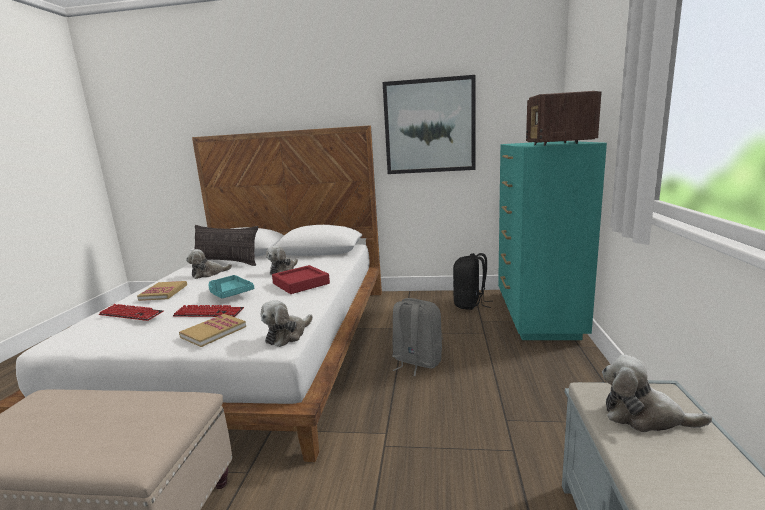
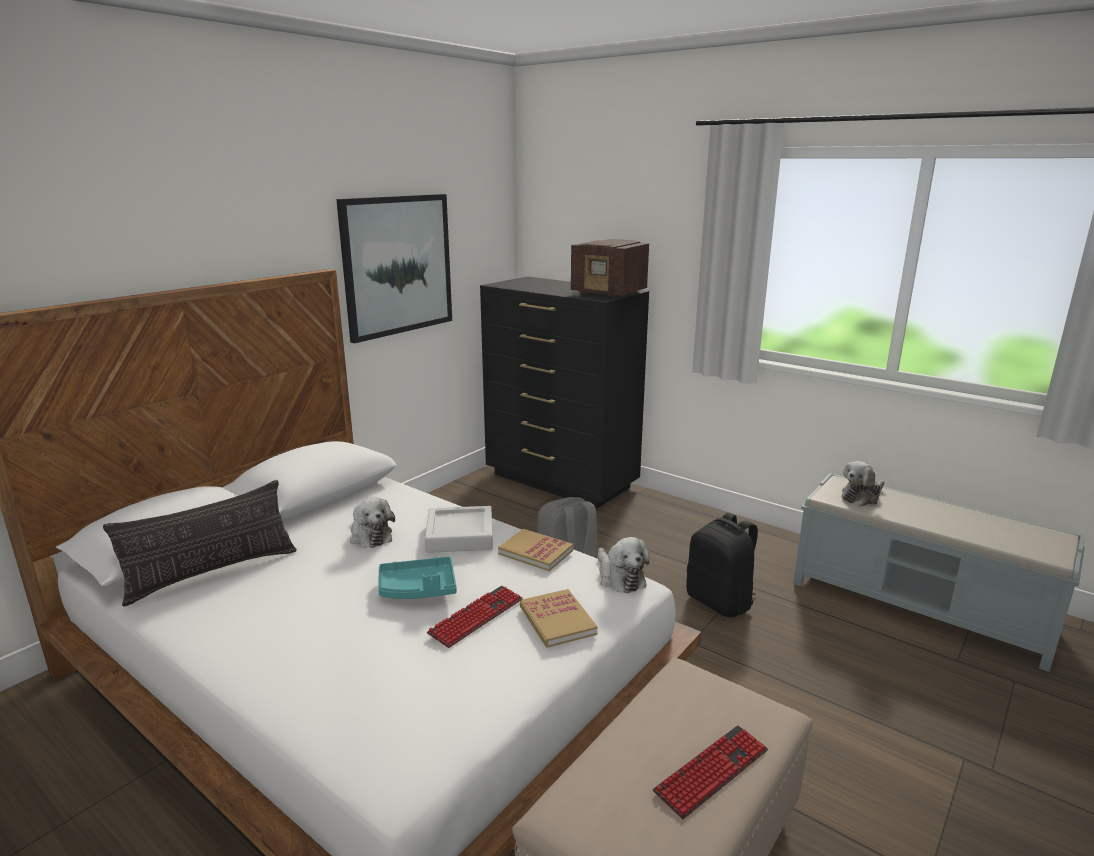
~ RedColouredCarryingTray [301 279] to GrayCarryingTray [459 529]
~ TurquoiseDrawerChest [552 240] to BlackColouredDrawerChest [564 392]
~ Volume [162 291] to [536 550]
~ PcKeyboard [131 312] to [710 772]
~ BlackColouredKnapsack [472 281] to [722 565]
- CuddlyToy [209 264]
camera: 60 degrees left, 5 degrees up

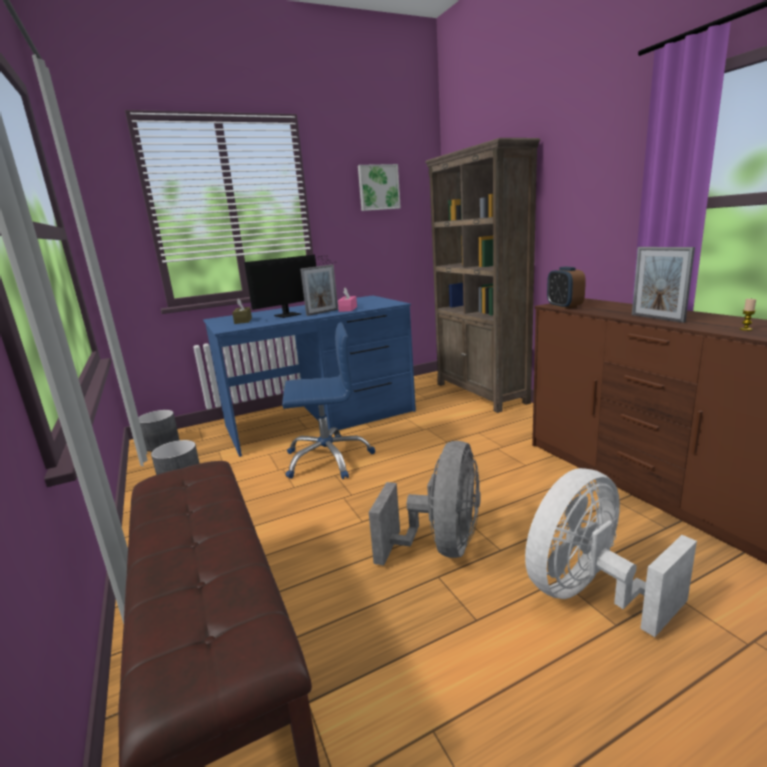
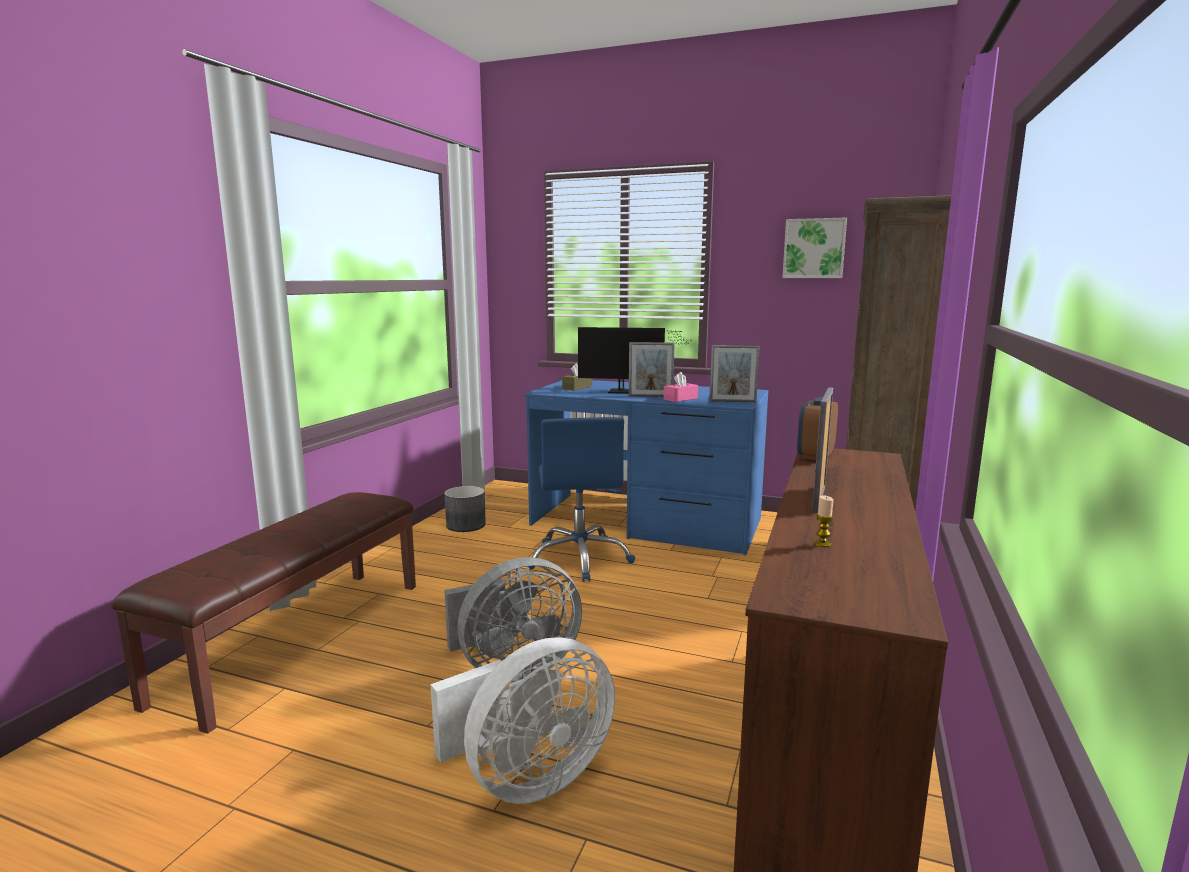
~ WhiteCoolingFan [611 552] = [523 720] 135 degrees clockwise
~ BlueOfficeChair [328 400] = [582 499] 45 degrees clockwise
+ PictureFrame [734 373]
- GrayPlantPot [159 431]
camera: 45 degrees right, 5 degrees down

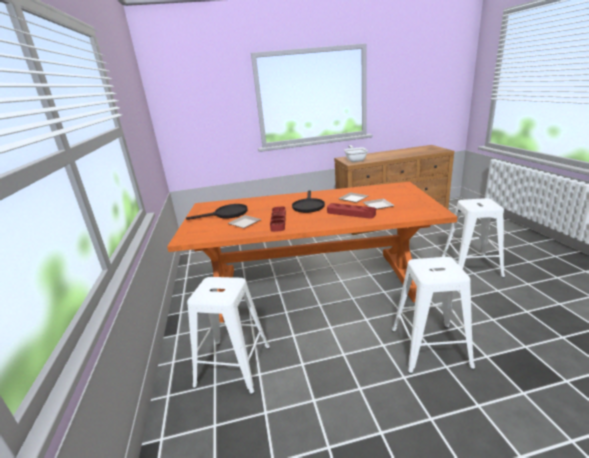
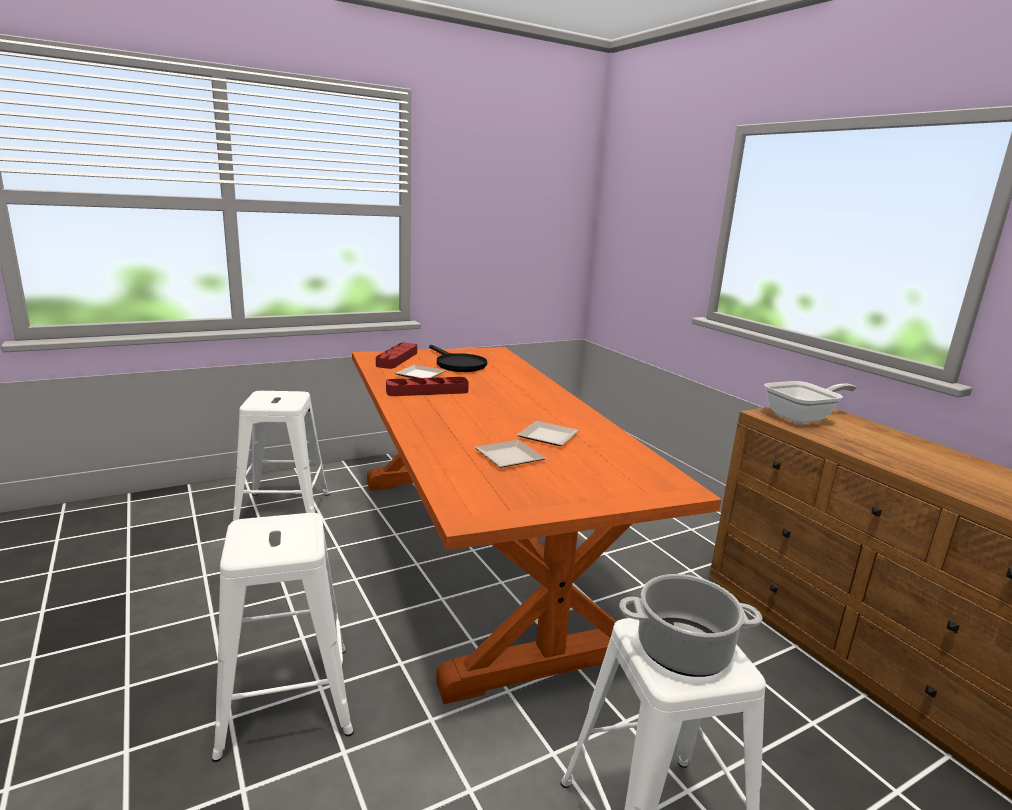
~ RedColouredCarryingTray [351 211] to [396 356]
+ Stockpot [690 625]
- BlackColouredFryingPan [308 201]
camera: 70 degrees right, 5 degrees down

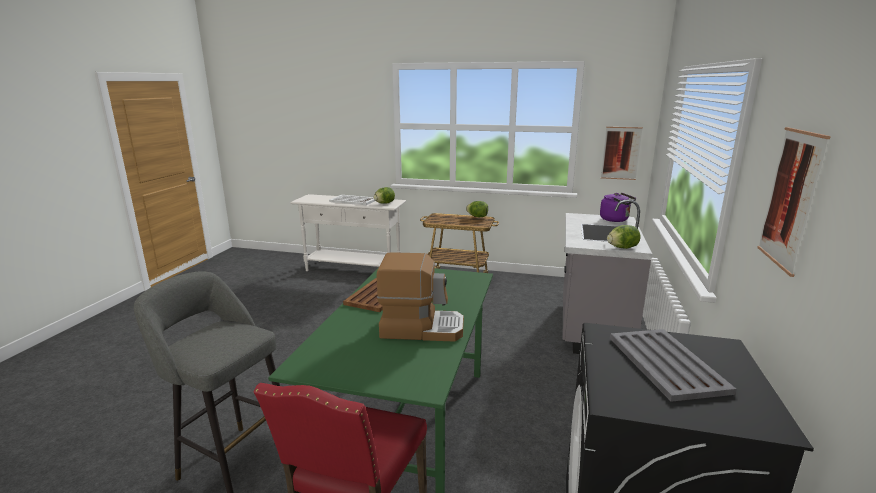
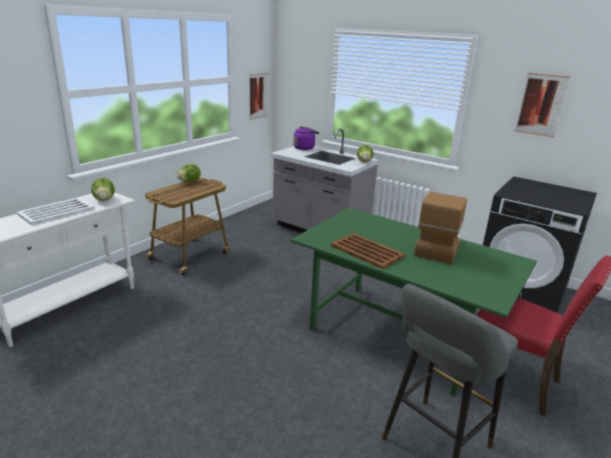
- GrayCarryingTray [673 365]
camera: 70 degrees left, 5 degrees up

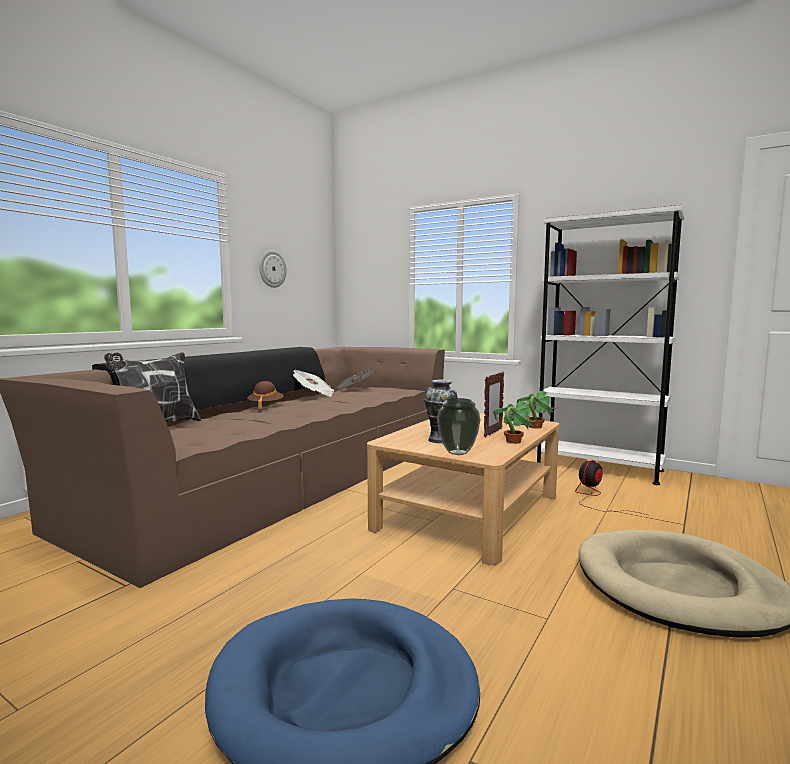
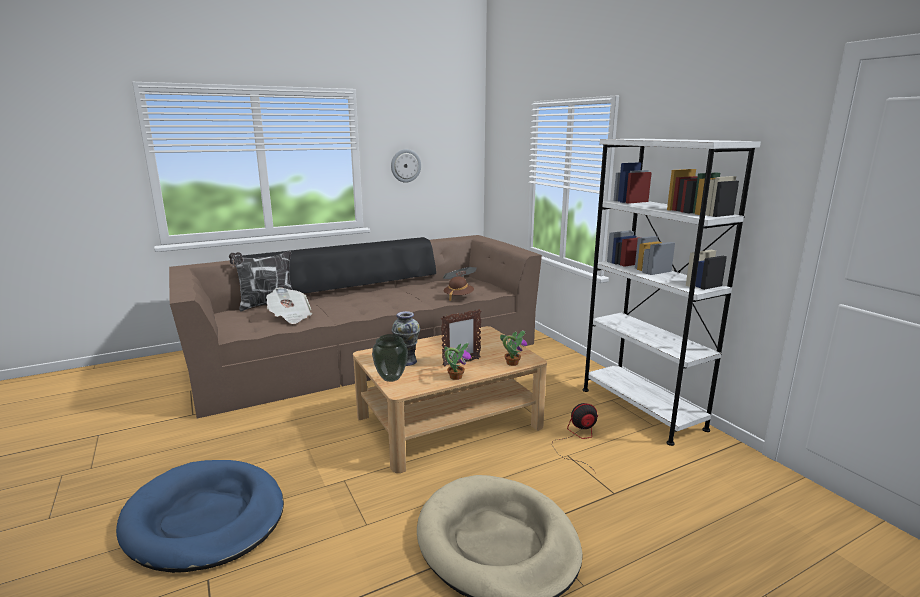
~ PrintedPaper [313 383] to [289 306]
~ BrownishHat [265 395] to [459 288]
camera: 30 degrees right, 10 degrees up

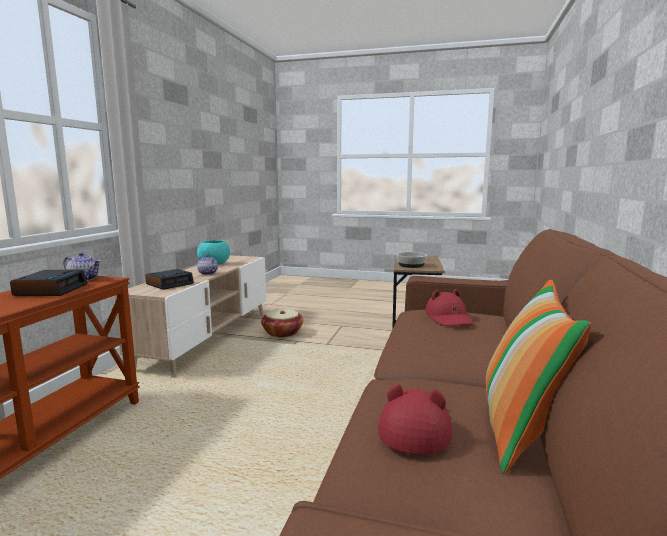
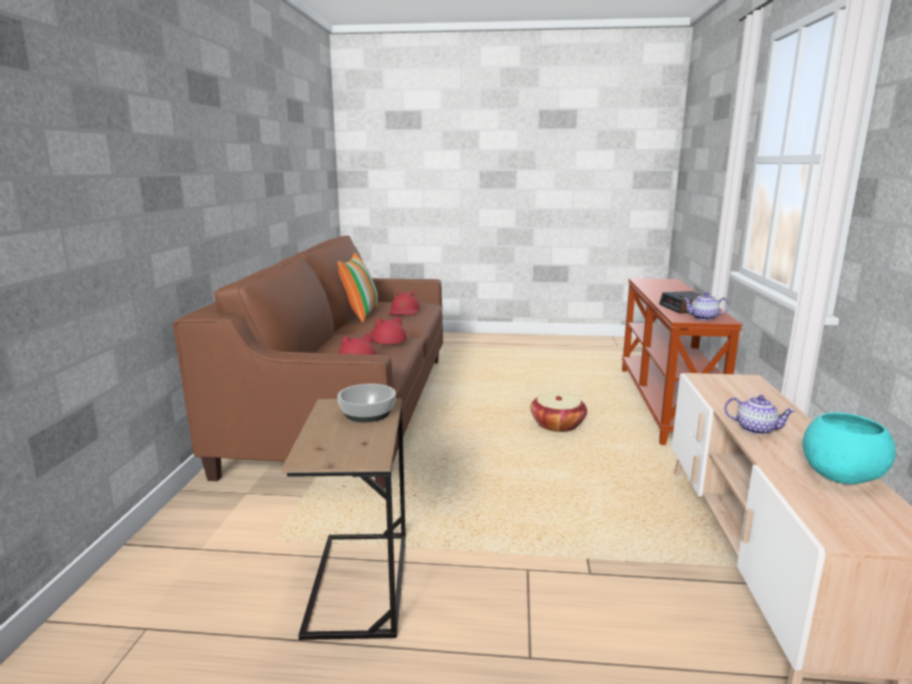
+ RedColouredHat [388 330]
~ Basket [282 323] to [558 412]
- BedsideClock [169 279]
camera: 170 degrees right, 5 degrees up

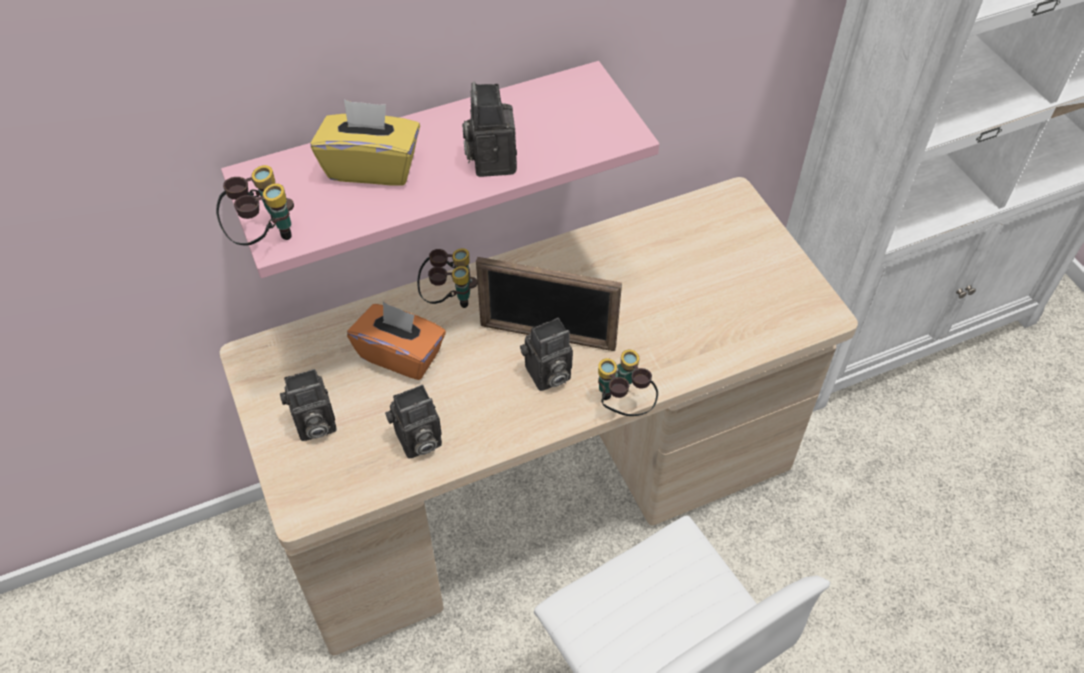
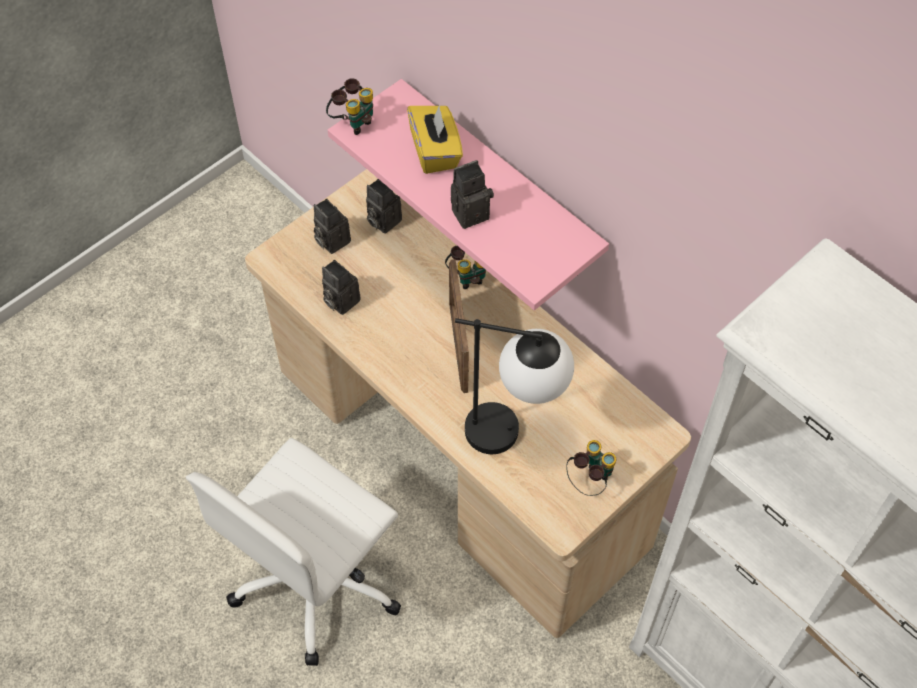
~ StillCamera [546 354] to [384 206]
+ TabletopLamp [514 386]
~ PairOfBinoculars [628 383] to [591 468]
- OrangeyBoxOfTissues [396 340]
camera: 70 degrees right, 5 degrees up

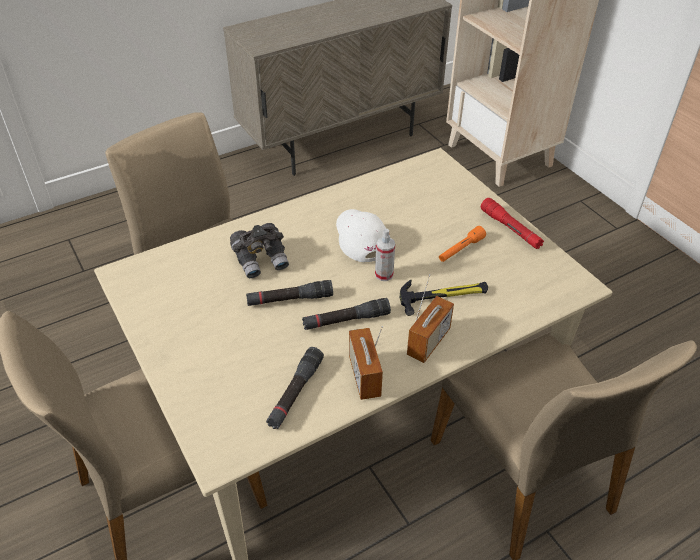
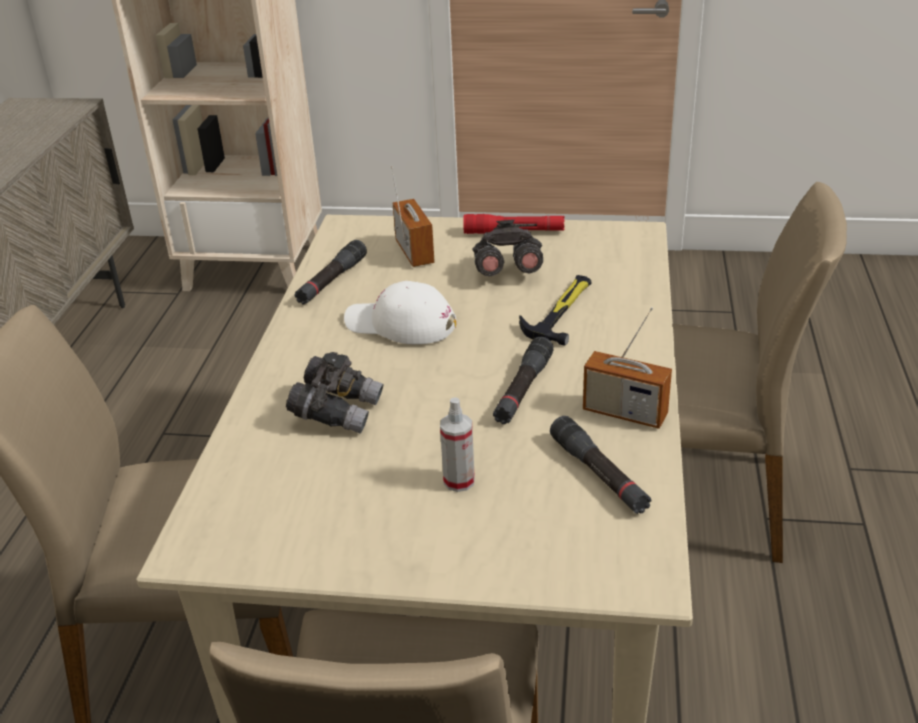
~ BlackColouredTorch [289 293] to [331 272]
~ RadioSet [430 318] to [413 216]
~ Sprayer [385 255] to [457 444]
~ OrangeyTorch [462 244] to GrayPairOfBinoculars [507 248]
camera: 50 degrees left, 10 degrees down

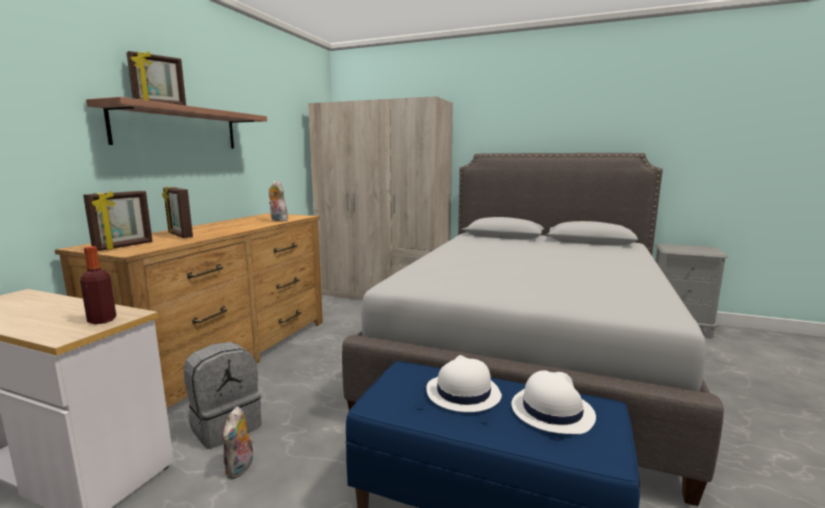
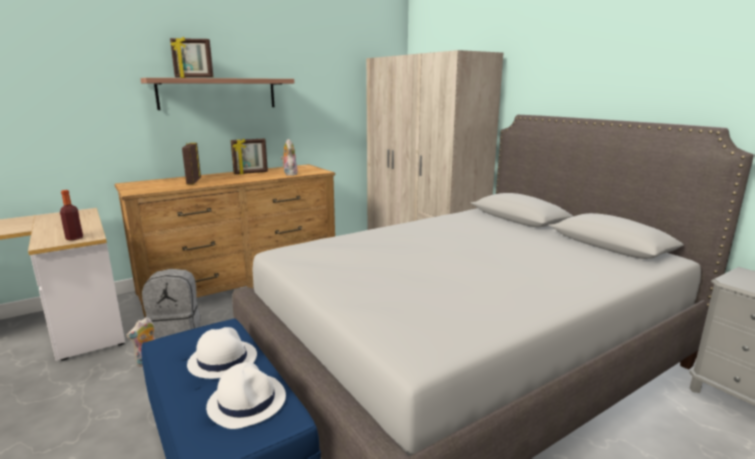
~ PictureFrame [118 221] to [249 156]
camera: 35 degrees right, 5 degrees up

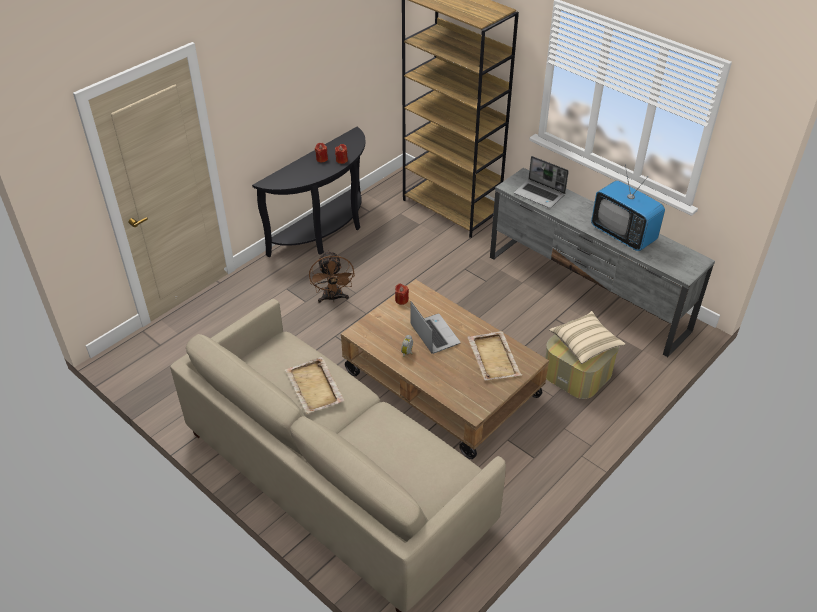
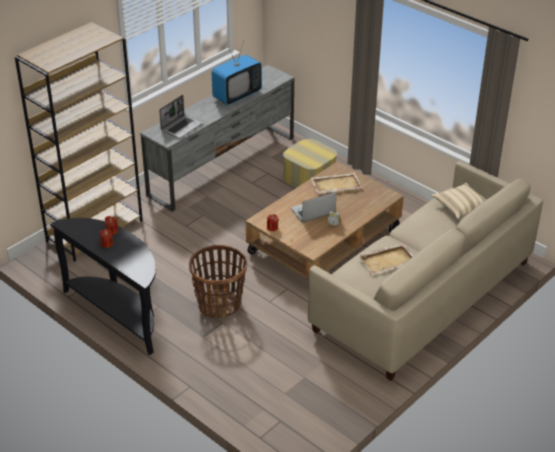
~ BrownishCoolingFan [332 276] to Basket [218 281]
~ BeigeColouredCushion [587 337] to [458 201]
camera: 90 degrees left, 5 degrees down

